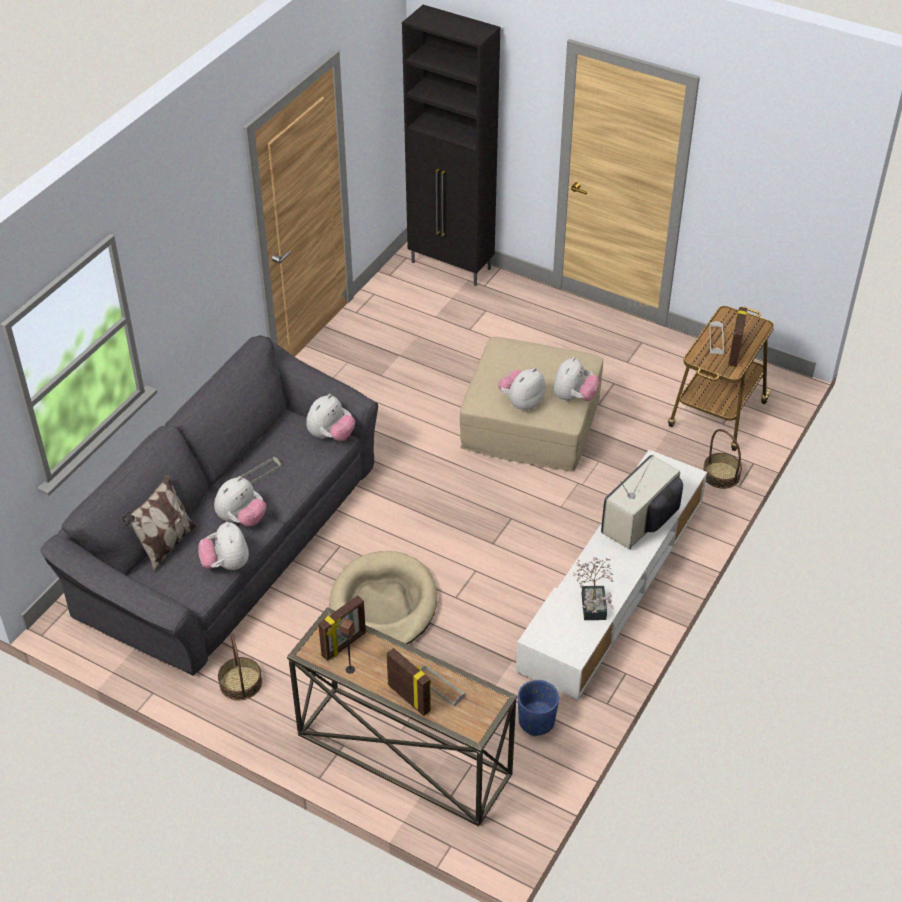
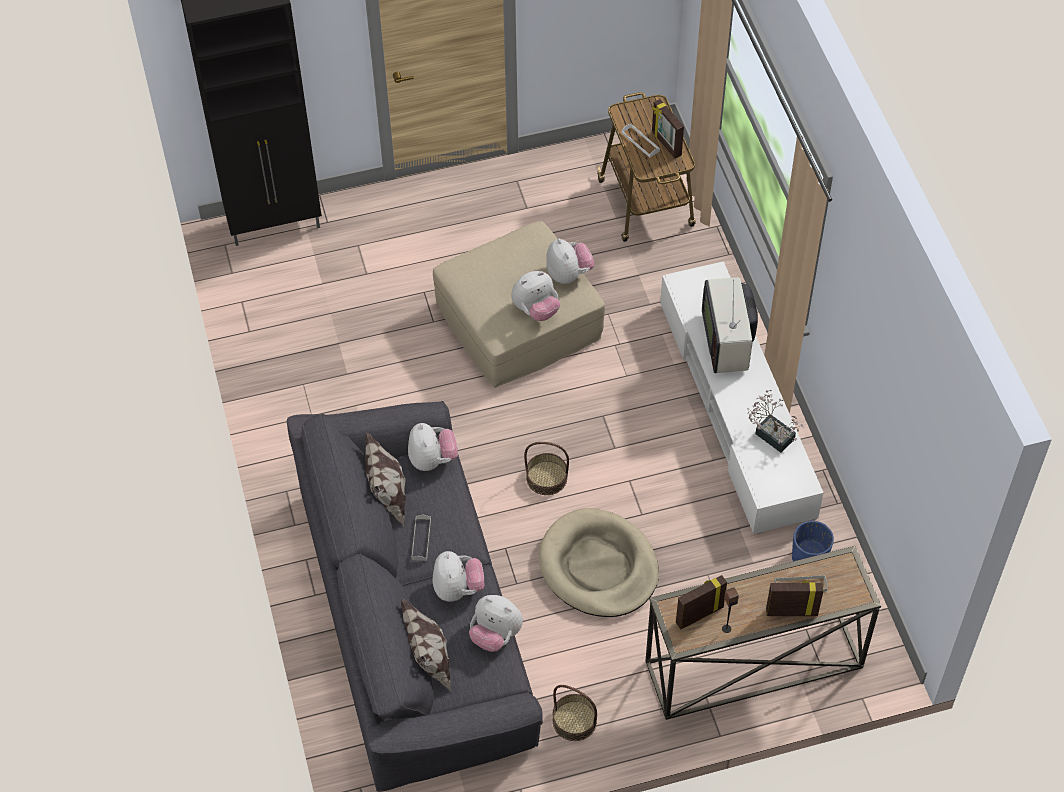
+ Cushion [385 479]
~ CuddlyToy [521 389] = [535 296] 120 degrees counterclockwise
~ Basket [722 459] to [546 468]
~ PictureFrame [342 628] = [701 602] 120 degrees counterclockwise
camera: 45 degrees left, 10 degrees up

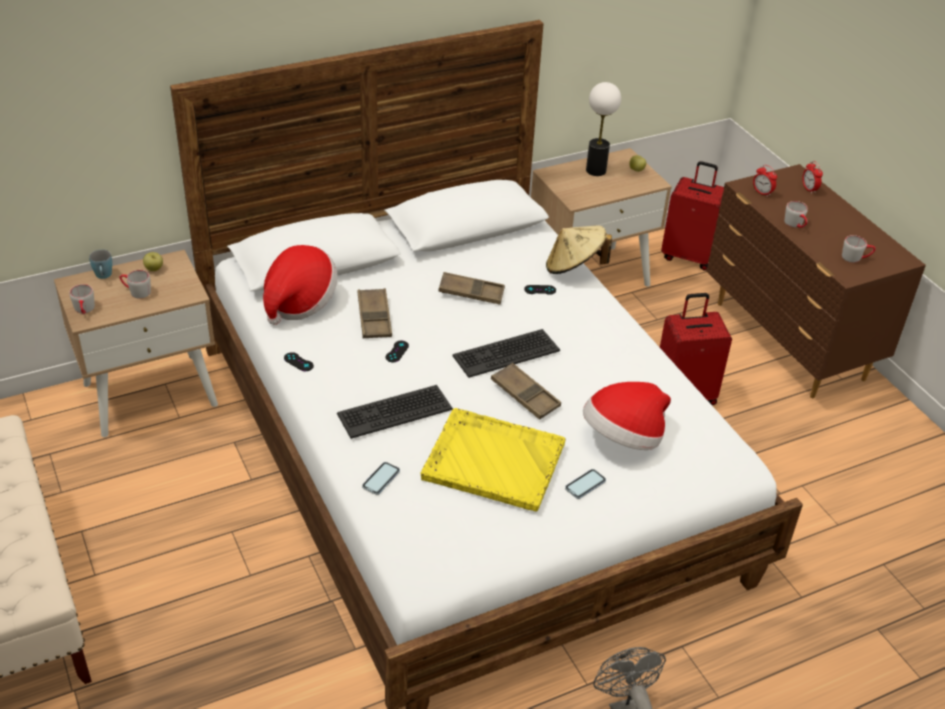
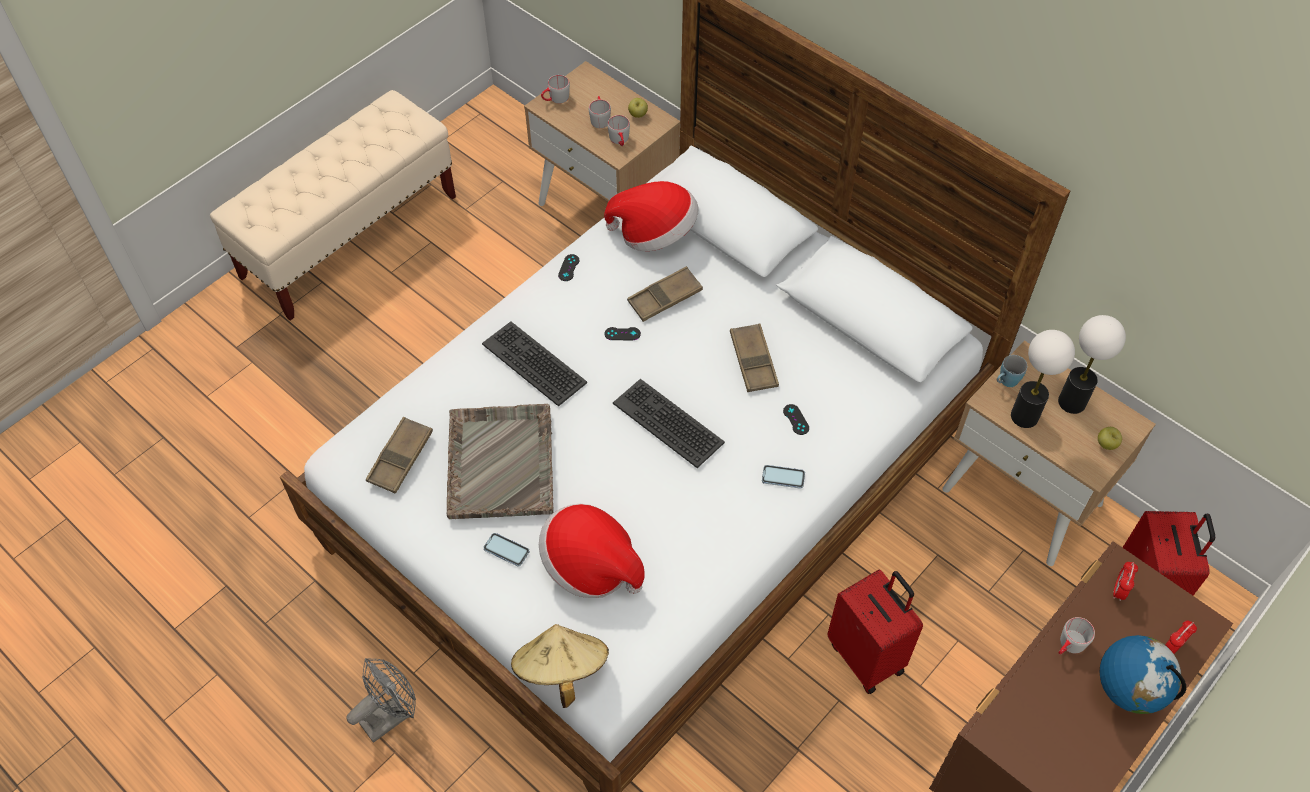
~ BrownishCarryingTray [526 391] to [399 455]
~ YellowColouredCarryingTray [493 459] to GrayCarryingTray [500 461]
~ BeigeColouredHat [579 249] to [560 666]
~ GrayCoffeeMug [859 249] to [618 130]
~ Handset [381 478] to [783 477]
~ BlueCoffeeMug [100 264] to [1012 371]
+ TabletopLamp [1043 379]
+ DeskGlobe [1143 674]
camera: 70 degrees right, 15 degrees up

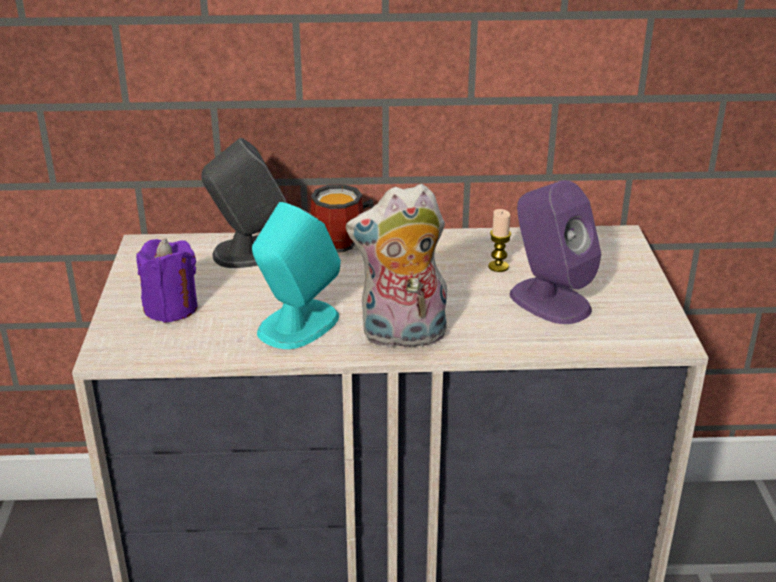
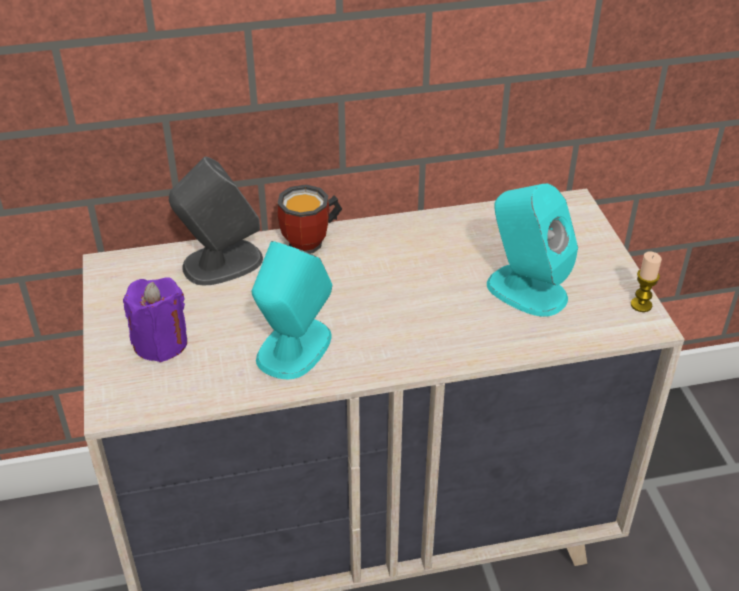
~ PurplishLoudspeaker [555 252] to TurquoiseLoudspeaker [532 250]
~ WaxCandle [499 240] to [646 281]
- CuddlyToy [396 266]
camera: 10 degrees left, 10 degrees up

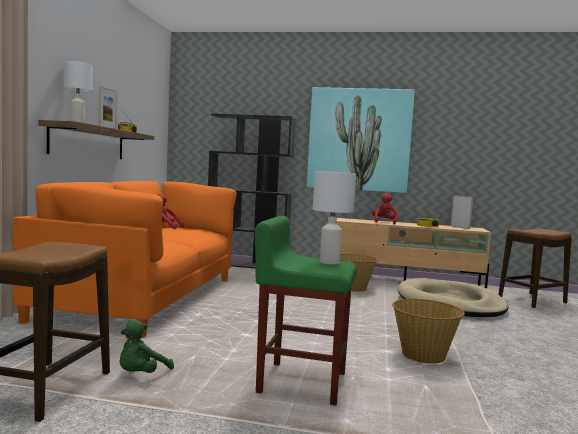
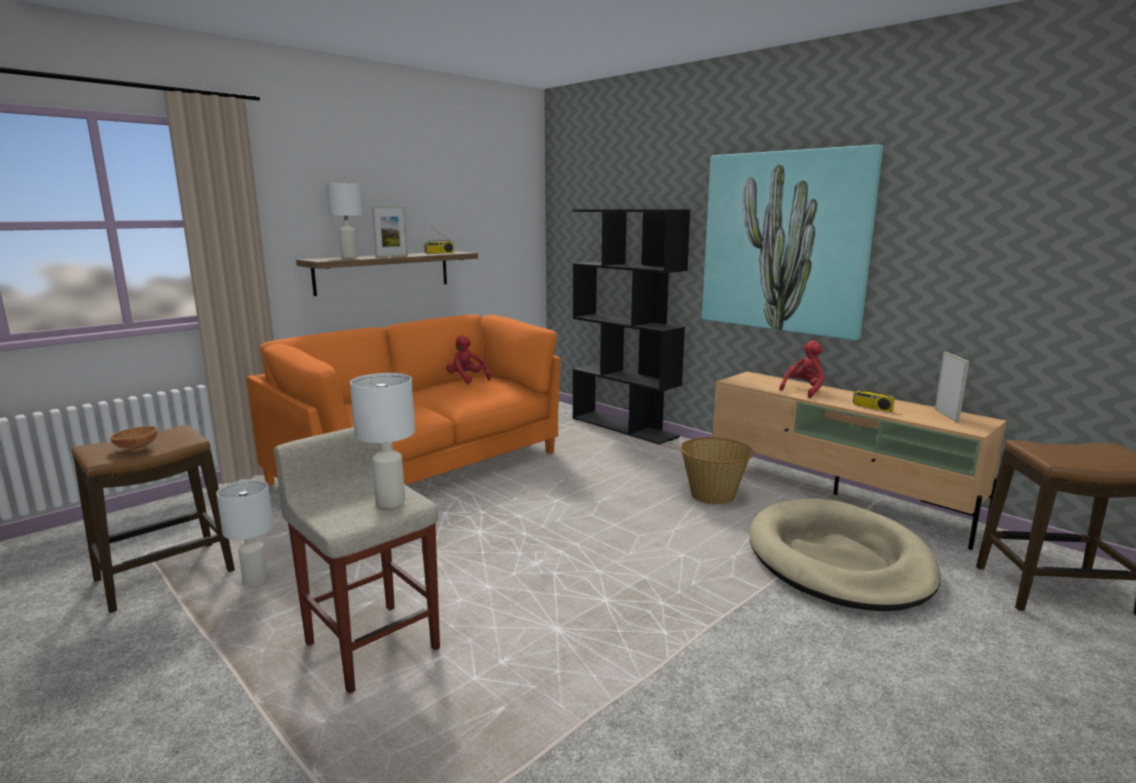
+ BrownishDeepDish [134 438]
~ GreenColouredCuddlyToy [147 346] to WhiteTabletopLamp [244 533]
~ GreenColouredStool [305 310] to BeigeColouredStool [357 560]
- Basket [428 331]
camera: 35 degrees right, 10 degrees up

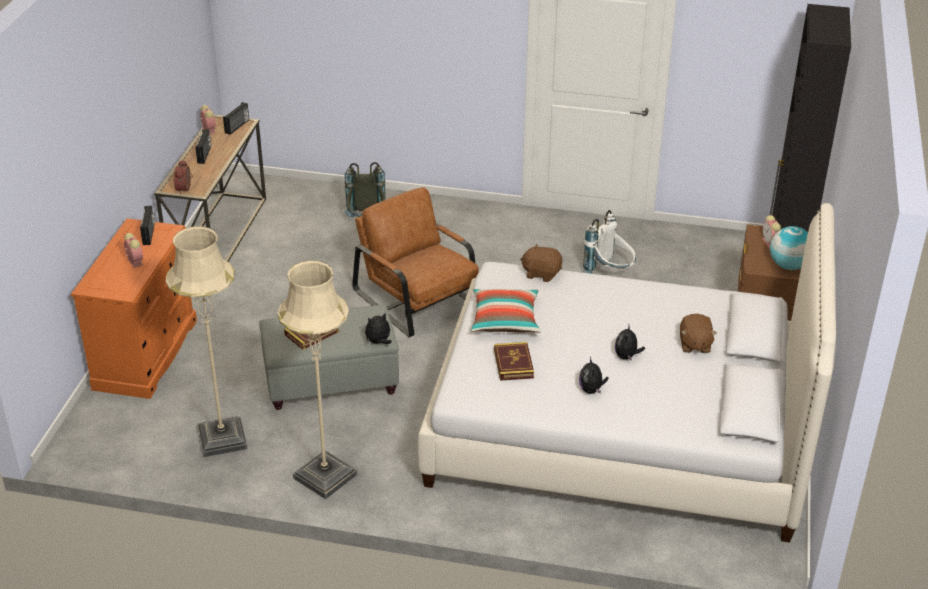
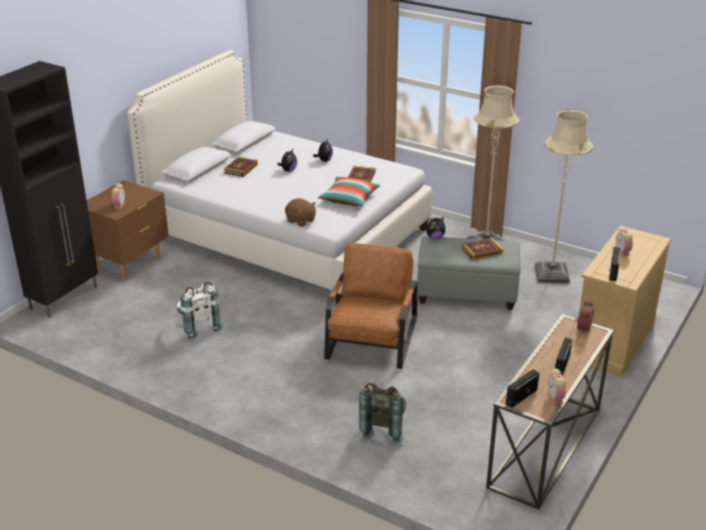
~ BrownishCuddlyToy [698 333] to Volume [241 167]
~ BrownishLoungeChair [415 262] = [370 306] 150 degrees counterclockwise
~ OrangeyDrawerChest [134 308] to BeigeColouredDrawerChest [624 301]
- DeskGlobe [789 248]
camera: 160 degrees left, 5 degrees down

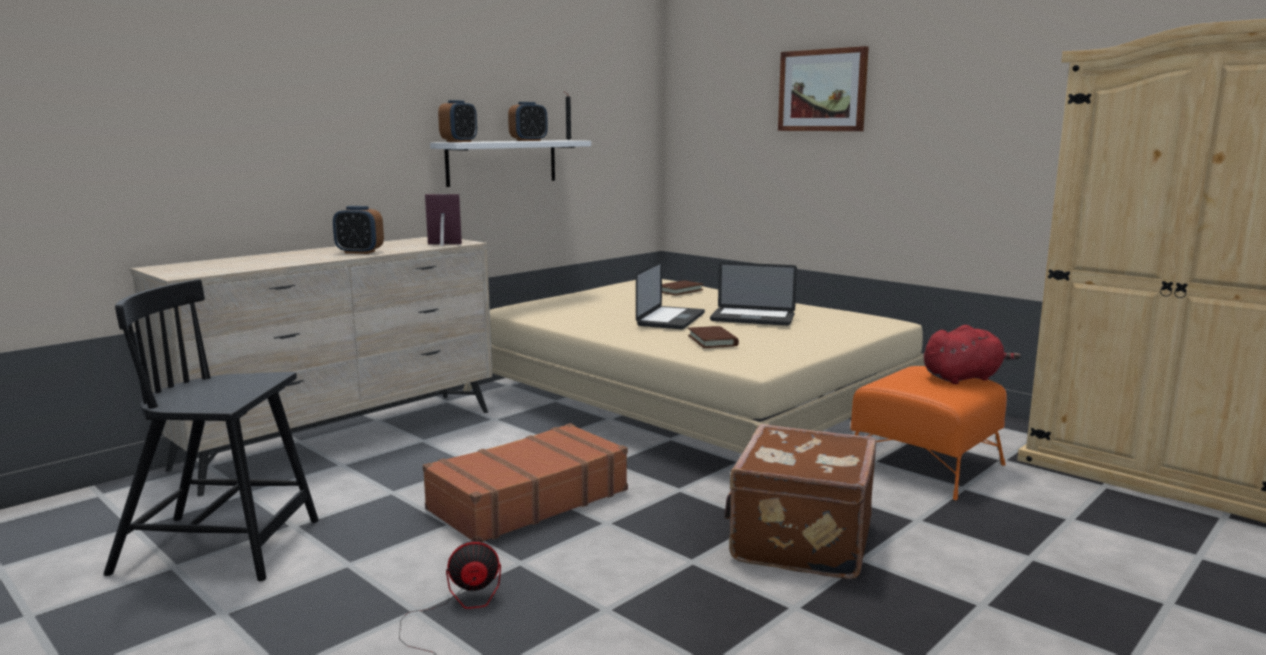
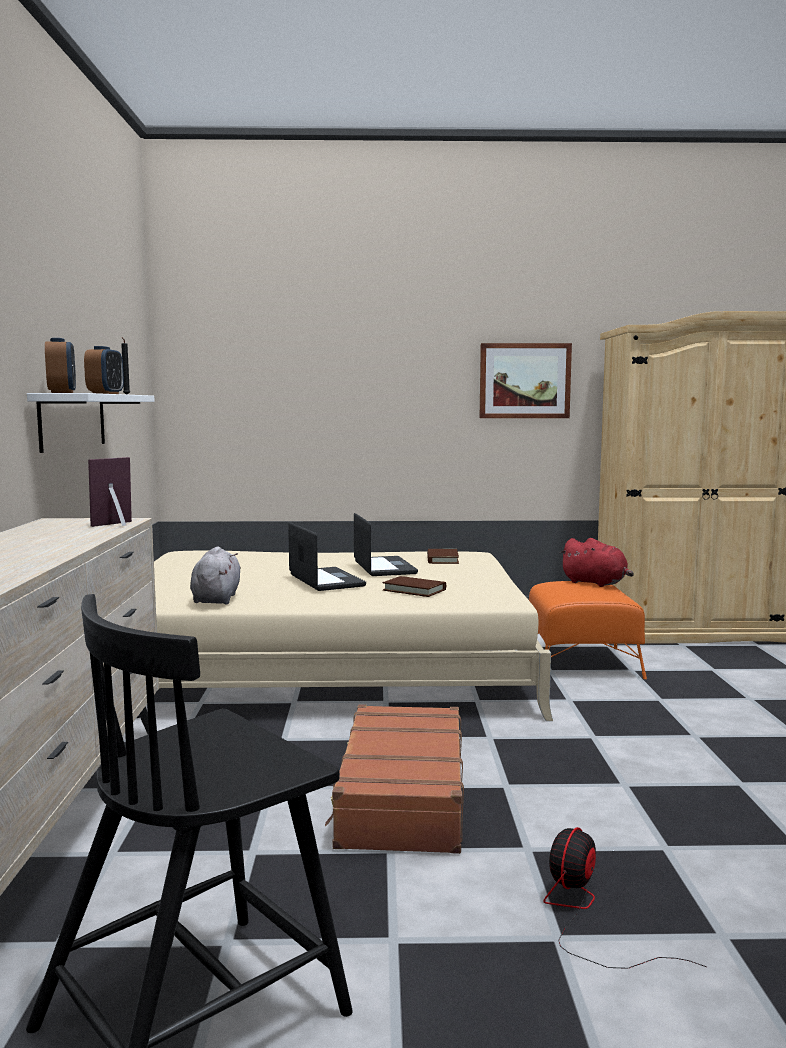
+ GrayCuddlyToy [215 575]
~ Laptop [753 294] = [386 544] 75 degrees counterclockwise
~ BrownishVolume [682 287] to [443 556]
~ Picture [823 88] to [526 380]
~ RedColouredCuddlyToy [972 354] = [597 562] 105 degrees clockwise
- BedsideClock [358 230]
- BrownishPieceOfLuggage [800 501]
camera: 45 degrees left, 5 degrees down

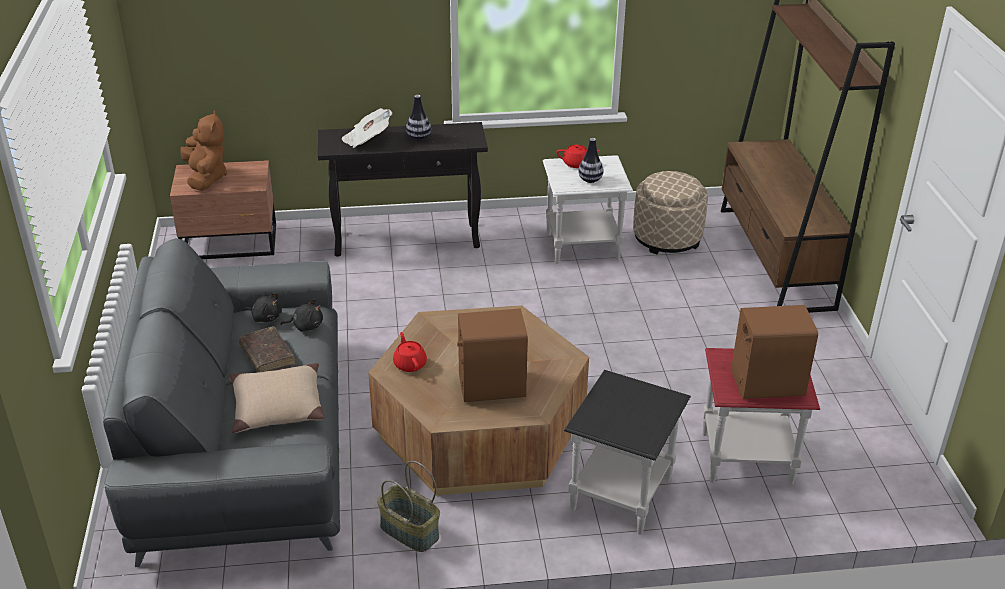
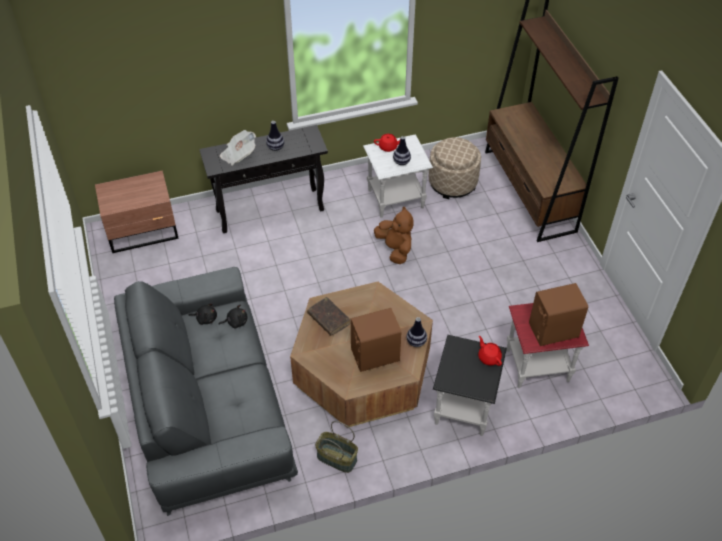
~ BrownishVolume [267 349] to [328 316]
~ BrownishCuddlyToy [203 151] to [394 235]
+ Vase [416 332]
~ RedColouredTeaPot [410 352] to [490 351]
- BeigeColouredCushion [276 398]
camera: 10 degrees left, 15 degrees up

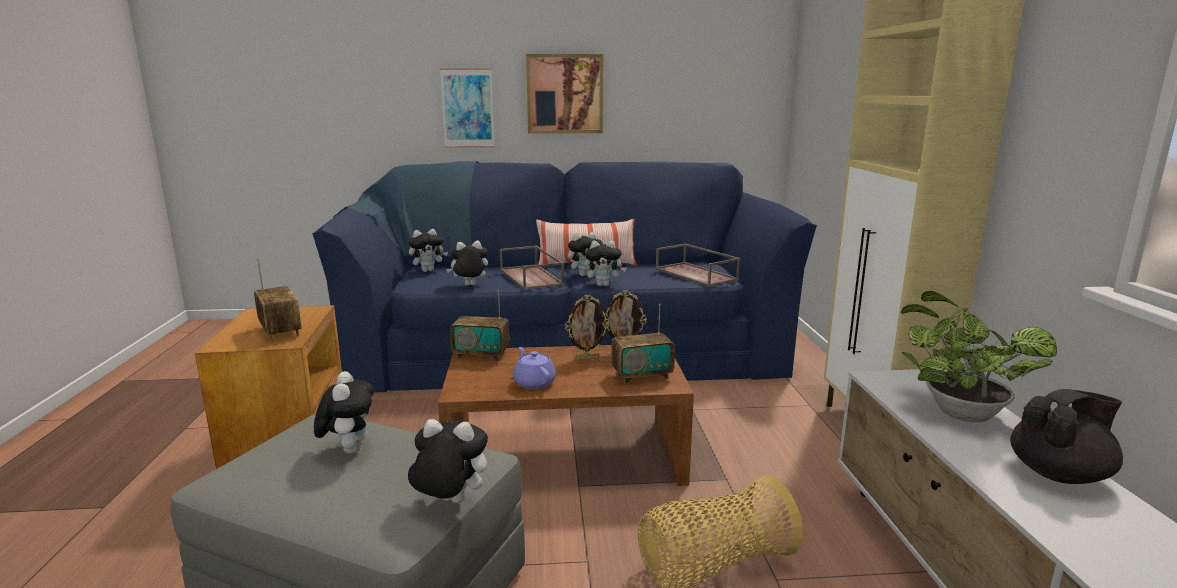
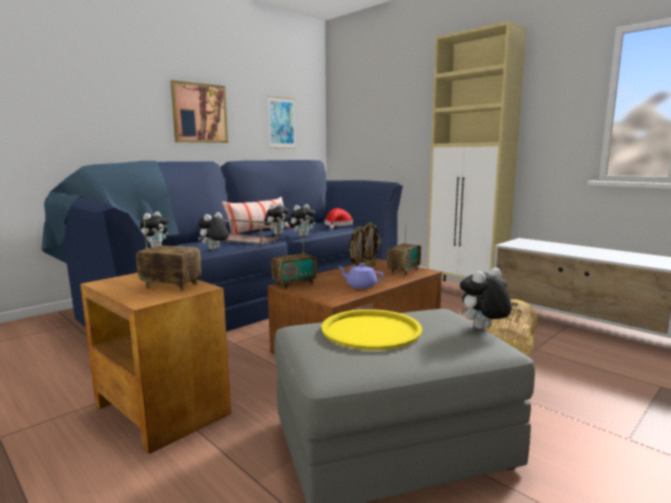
~ Picture [467 108] to [281 122]
~ CuddlyToy [344 412] to YellowColouredCarryingTray [371 329]
~ BrownishCarryingTray [697 265] to RedColouredHat [339 218]
- PlantInAPot [979 356]
- BlackColouredTeaPot [1066 436]
camera: 40 degrees left, 5 degrees down

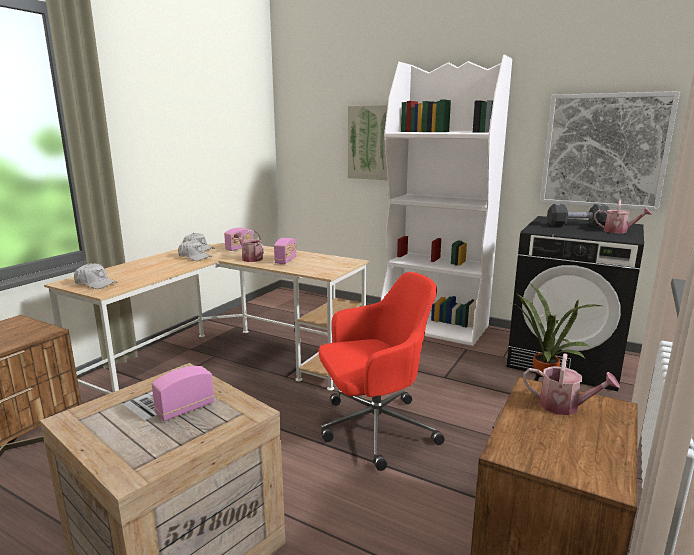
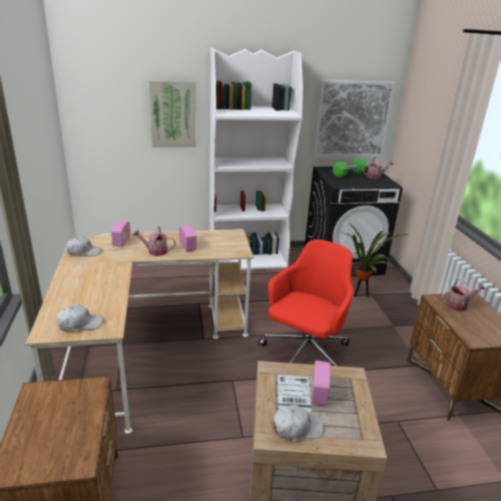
~ WhiteCap [195 250] to [298 422]
~ BlackColouredFreeWeight [578 215] to GreenColouredFreeWeight [350 168]
camera: 40 degrees left, 10 degrees up

